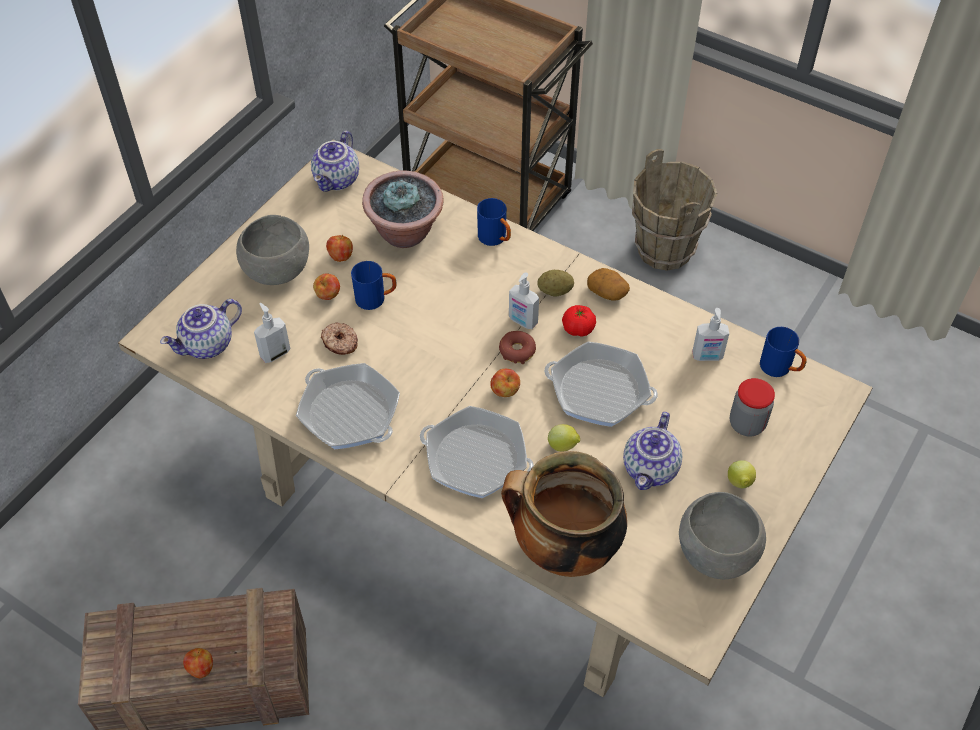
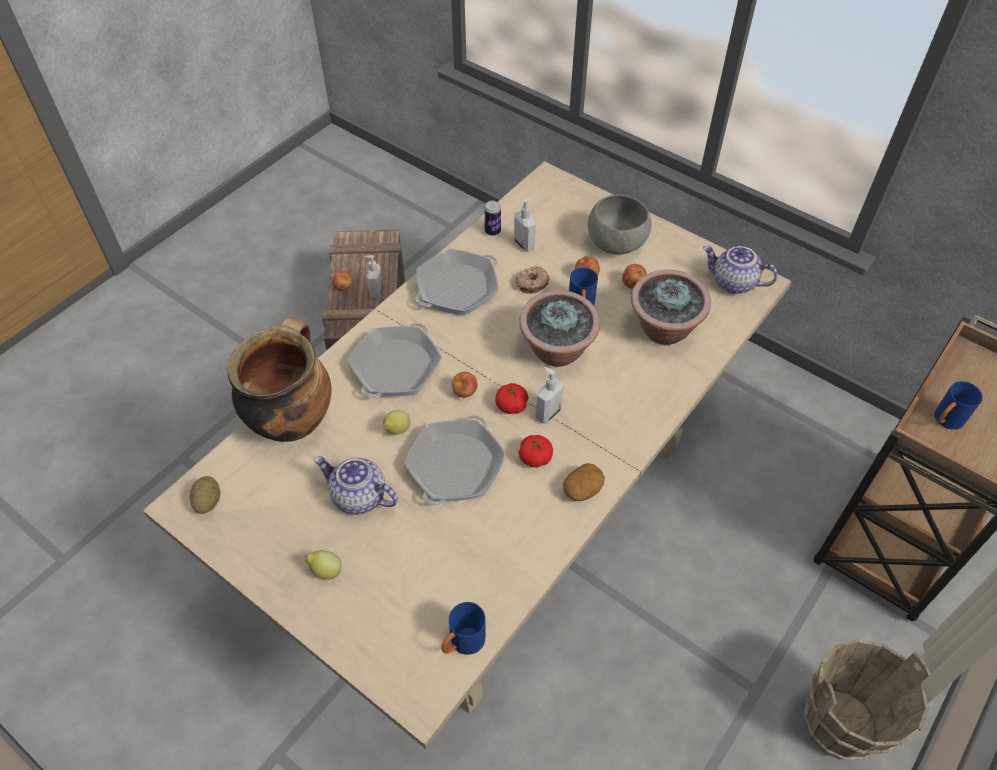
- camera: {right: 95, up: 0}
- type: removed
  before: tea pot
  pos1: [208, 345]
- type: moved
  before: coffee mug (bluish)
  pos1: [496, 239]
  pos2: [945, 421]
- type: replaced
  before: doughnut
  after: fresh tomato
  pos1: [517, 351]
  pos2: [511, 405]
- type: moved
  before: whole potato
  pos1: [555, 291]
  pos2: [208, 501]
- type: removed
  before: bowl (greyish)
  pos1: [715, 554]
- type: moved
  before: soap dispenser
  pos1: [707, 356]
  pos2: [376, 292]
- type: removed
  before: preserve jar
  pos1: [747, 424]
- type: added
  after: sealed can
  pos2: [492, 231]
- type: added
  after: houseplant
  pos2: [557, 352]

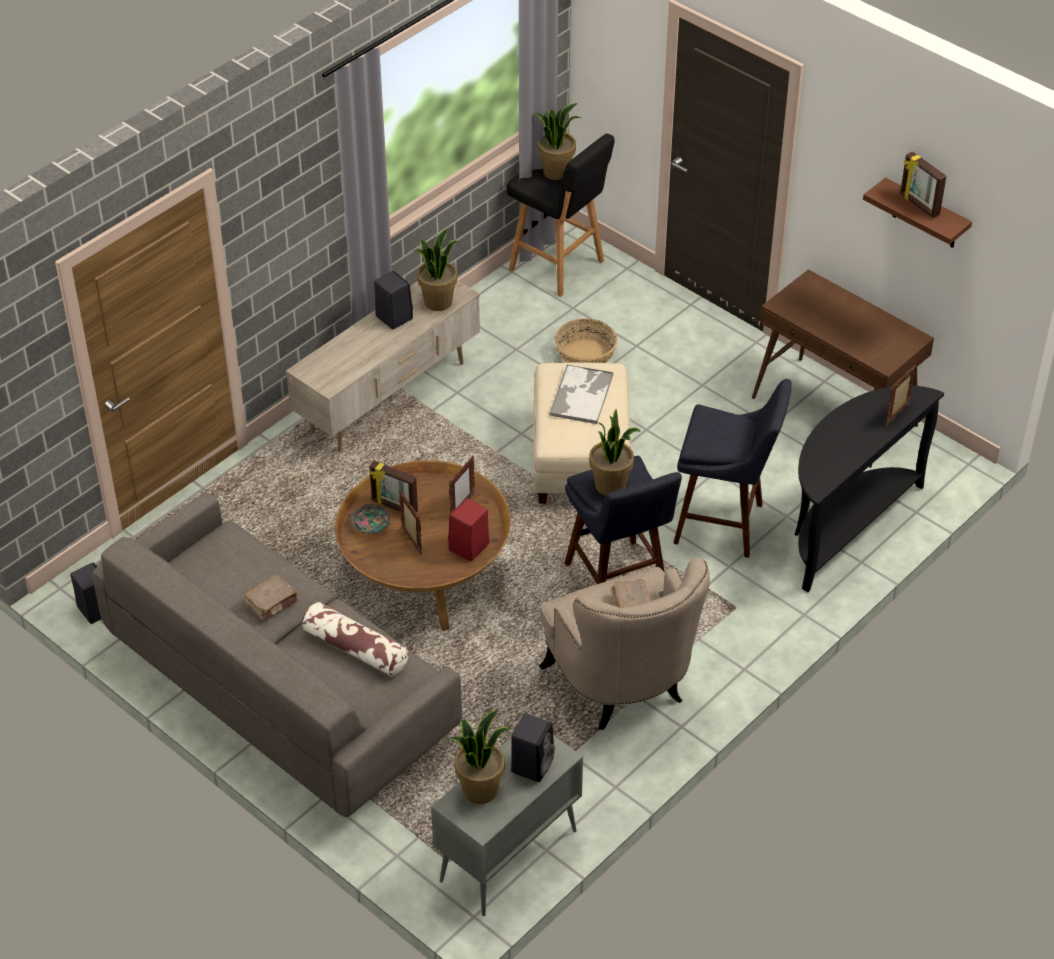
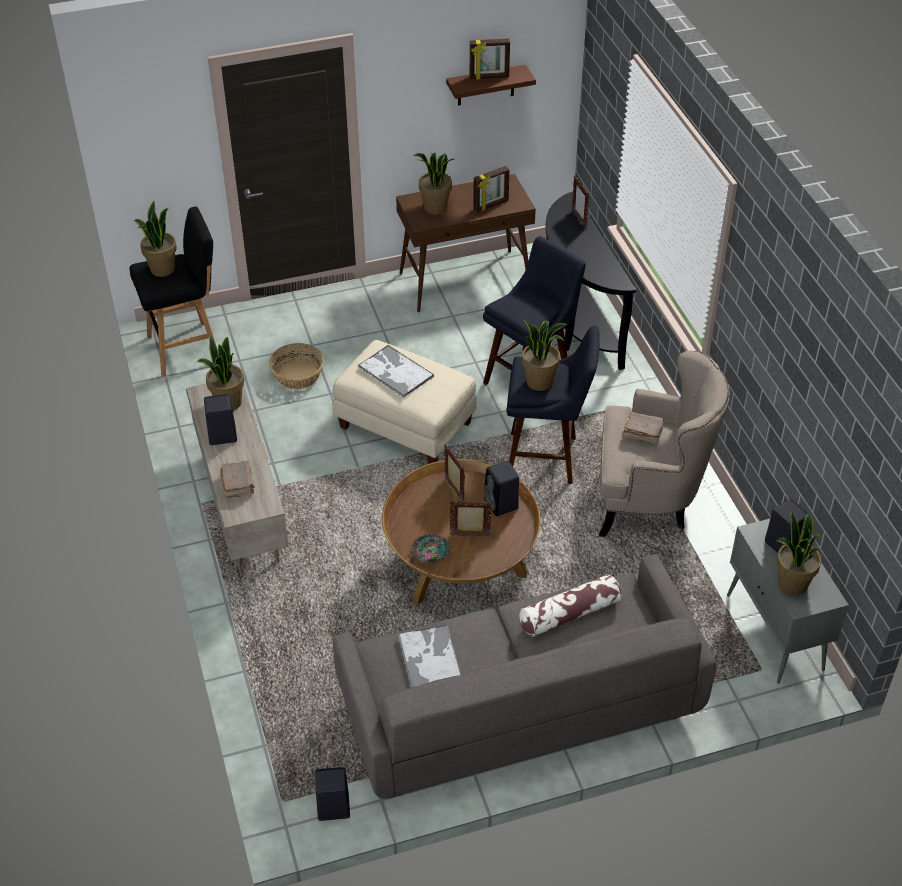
- camera: {right: -60, up: 0}
- type: moved
  before: volume (brownish)
  pos1: [272, 603]
  pos2: [238, 484]
- type: moved
  before: standing frame
  pos1: [394, 506]
  pos2: [491, 205]
- type: recoloured
  before: audio speaker (red)
  after: audio speaker (blackish)
  pos1: [468, 548]
  pos2: [502, 504]
- type: added
  after: tray
  pos2: [430, 660]
- type: added
  after: houseplant
  pos2: [435, 208]

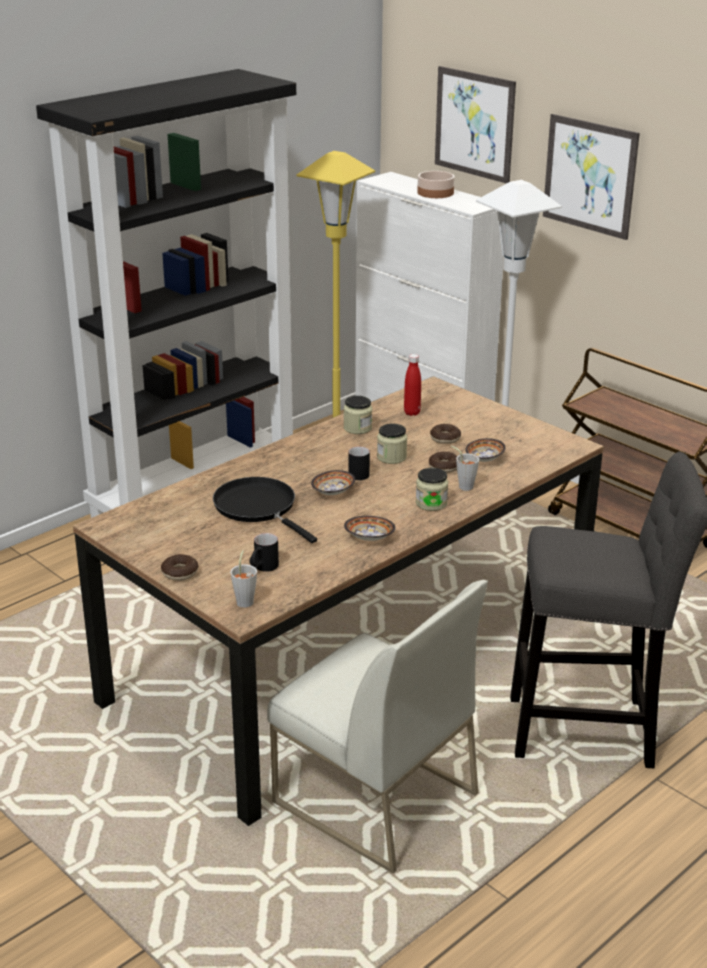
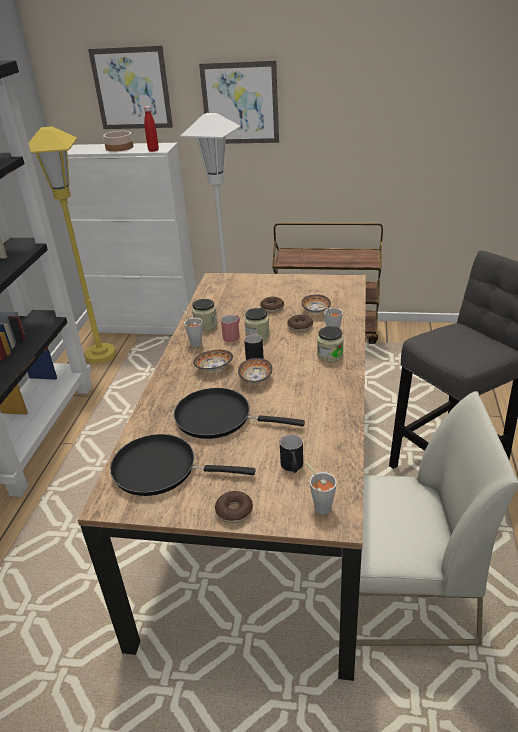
- camera: {right: -35, up: 5}
- type: moved
  before: bowl
  pos1: [370, 539]
  pos2: [215, 368]
- type: moved
  before: drink bottle (red)
  pos1: [412, 413]
  pos2: [153, 150]
- type: added
  after: pan (blackish)
  pos2: [161, 469]
- type: added
  after: small cup (greyish)
  pos2: [195, 342]
- type: added
  after: coffee mug (red)
  pos2: [233, 335]

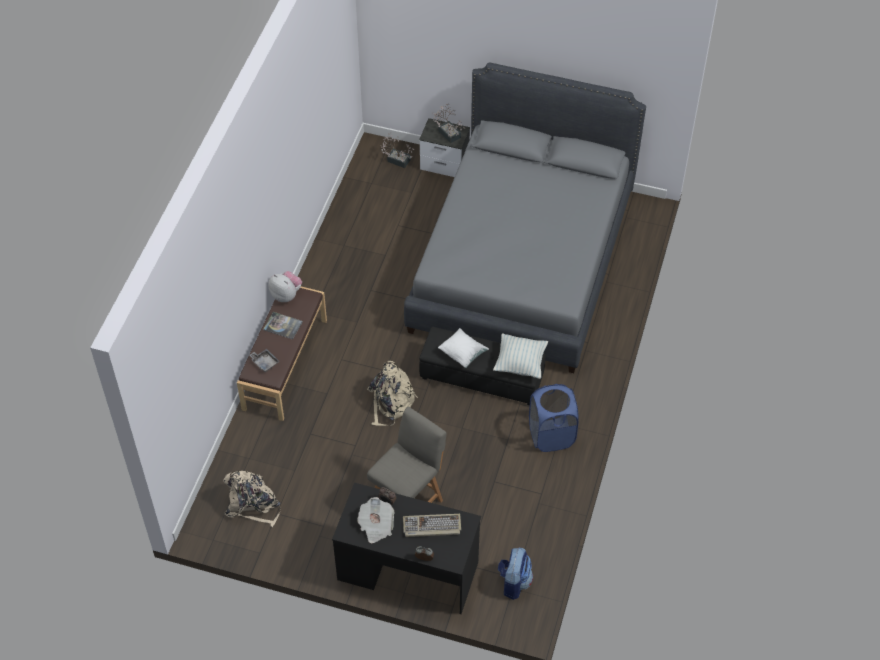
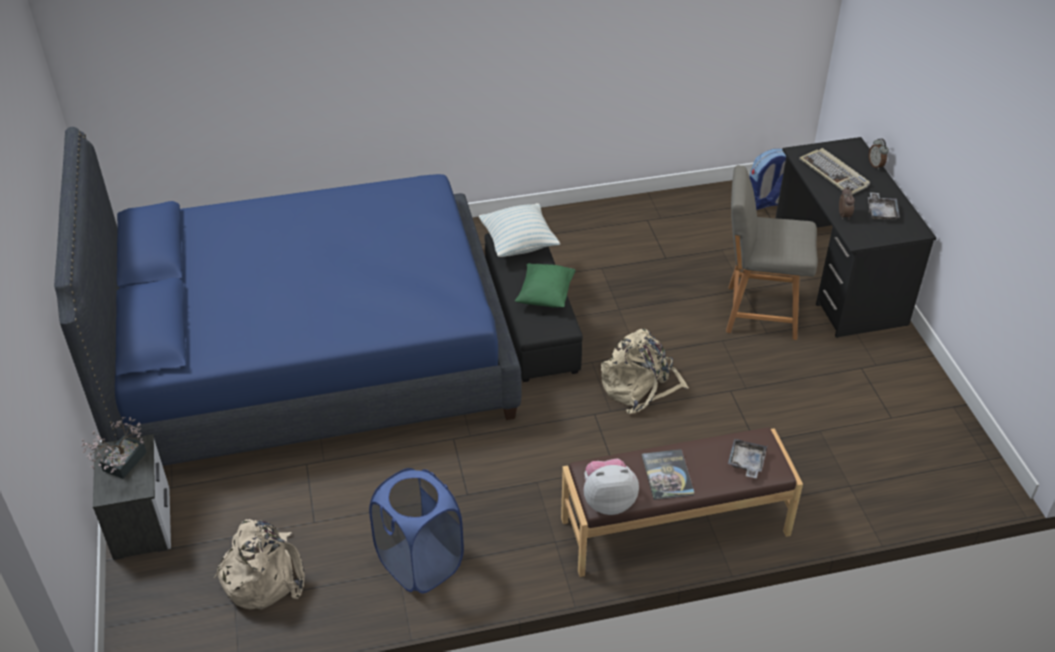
- camera: {right: -120, up: -10}
- type: moved
  before: knapsack (beige)
  pos1: [253, 504]
  pos2: [263, 575]
- type: turned
  before: soft toy
  pos1: [286, 295]
  pos2: [608, 501]
  turn: 75
- type: replaced
  before: daily paper
  after: tray (greyish)
  pos1: [376, 526]
  pos2: [881, 212]
- type: removed
  before: houseplant
  pos1: [396, 159]
- type: recoloured
  before: bed (greyish)
  after: bed (bluish)
  pos1: [522, 262]
  pos2: [308, 356]
- type: recoloured
  before: throw pillow (whitish)
  after: throw pillow (green)
  pos1: [463, 354]
  pos2: [545, 296]
- type: moved
  before: laundry basket (bluish)
  pos1: [551, 435]
  pos2: [419, 563]

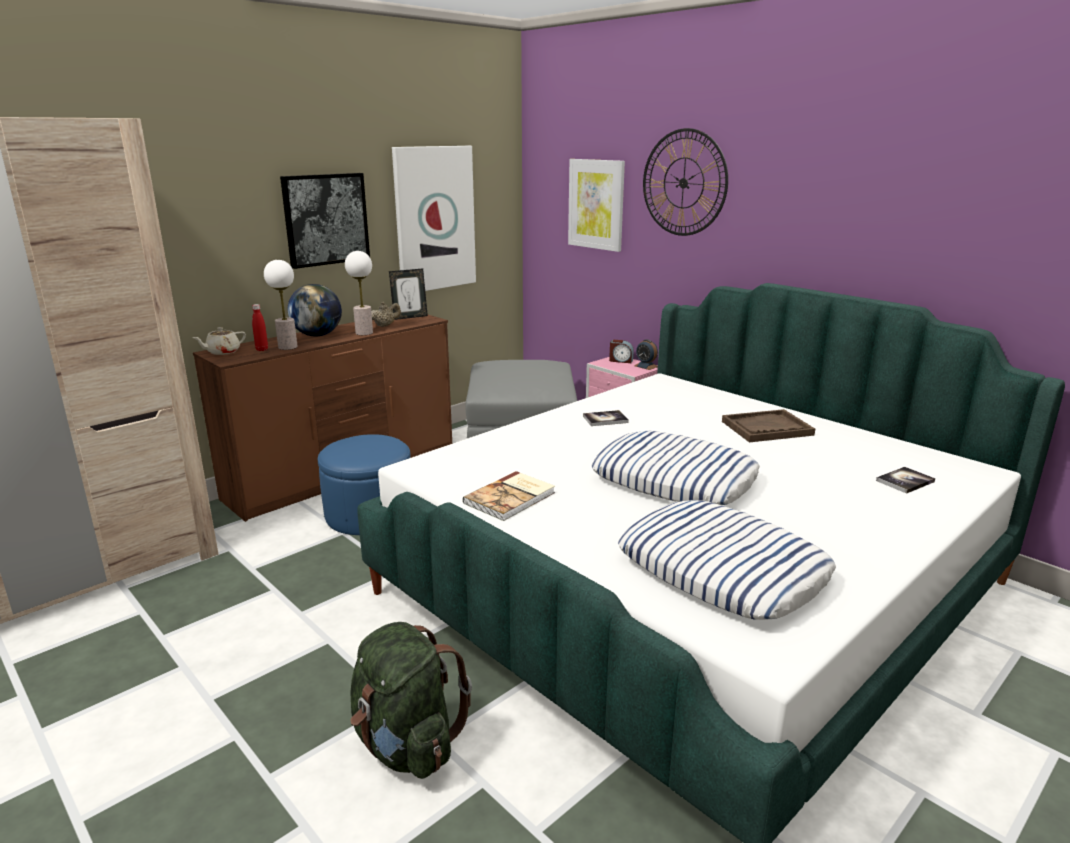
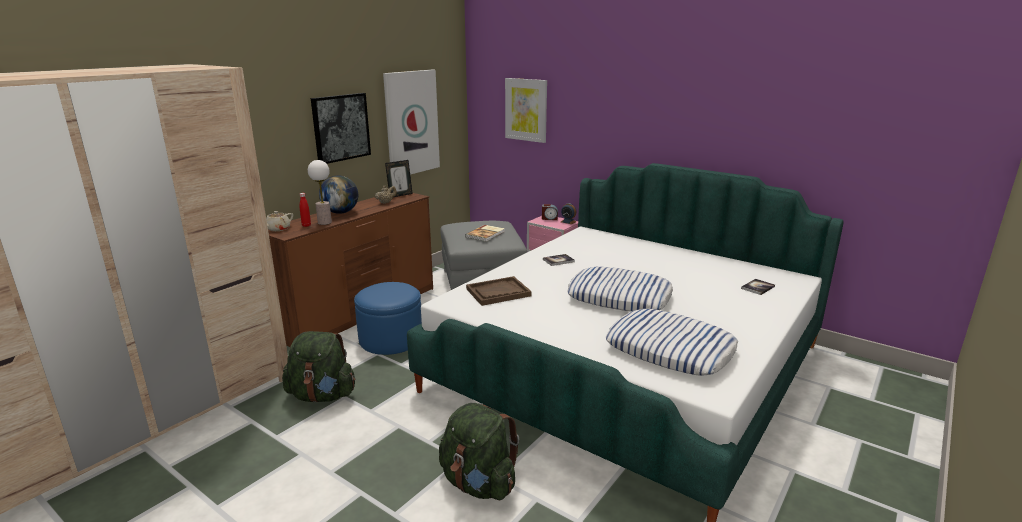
- camera: {right: -10, up: 0}
- type: removed
  before: tabletop lamp
  pos1: [364, 333]
- type: moved
  before: volume
  pos1: [511, 498]
  pos2: [486, 234]
- type: removed
  before: clock on the wall
  pos1: [684, 183]
- type: moved
  before: tray (brownish)
  pos1: [766, 428]
  pos2: [498, 292]
- type: added
  after: knapsack (green)
  pos2: [322, 395]

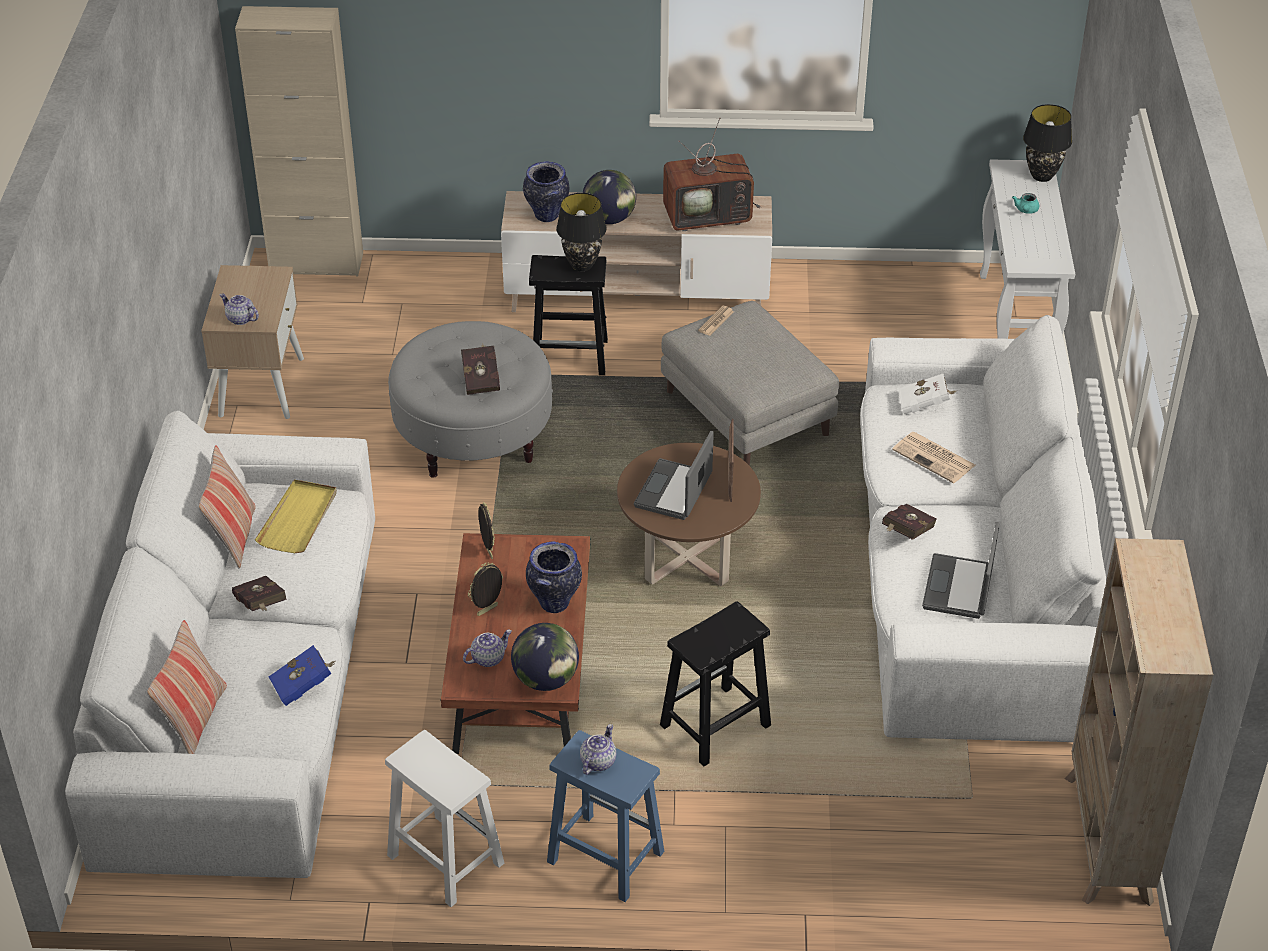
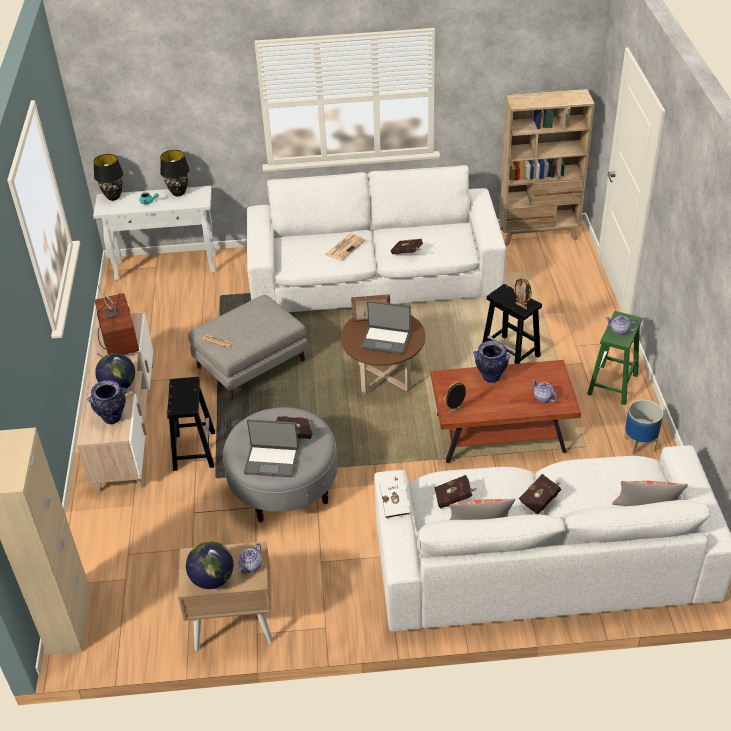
- camera: {right: -95, up: 0}
- type: replaced
  before: tray (yellowish)
  after: volume (red)
  pos1: [298, 519]
  pos2: [455, 498]
- type: removed
  before: volume (bluish)
  pos1: [304, 686]
- type: replaced
  before: stool (whitish)
  after: planter
  pos1: [444, 859]
  pos2: [639, 444]
- type: moved
  before: standing frame
  pos1: [488, 611]
  pos2: [521, 306]
- type: moved
  before: globe
  pos1: [545, 679]
  pos2: [212, 579]
- type: recoloured
  before: stool (bluish)
  after: stool (green)
  pos1: [603, 856]
  pos2: [612, 385]
- type: moved
  before: tabletop lamp (blackish)
  pos1: [582, 265]
  pos2: [178, 193]
- type: moved
  before: volume (whitish)
  pos1: [925, 405]
  pos2: [395, 504]
- type: moved
  before: portable computer
  pos1: [959, 588]
  pos2: [272, 461]

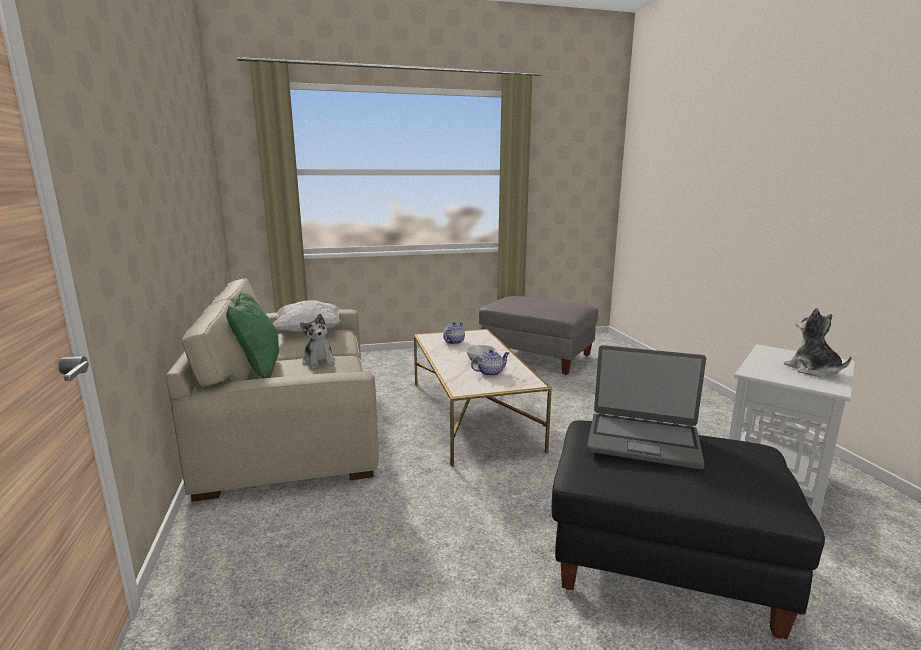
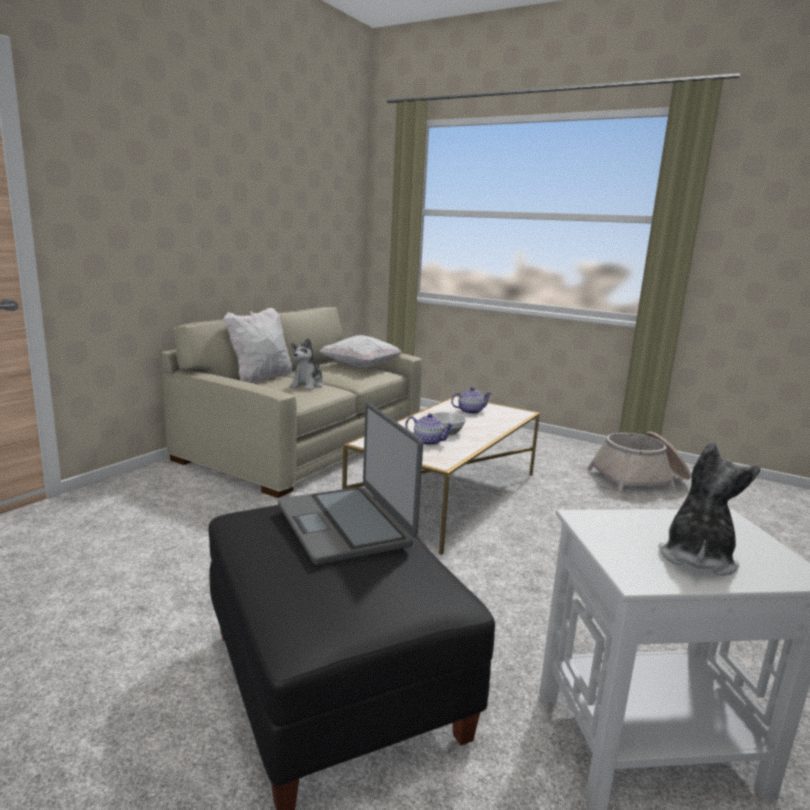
- camera: {right: 45, up: 0}
- type: recoloured
  before: throw pillow (green)
  after: throw pillow (whitish)
  pos1: [259, 370]
  pos2: [260, 378]
- type: replaced
  before: pouffe (greyish)
  after: household basket
  pos1: [537, 357]
  pos2: [640, 479]

